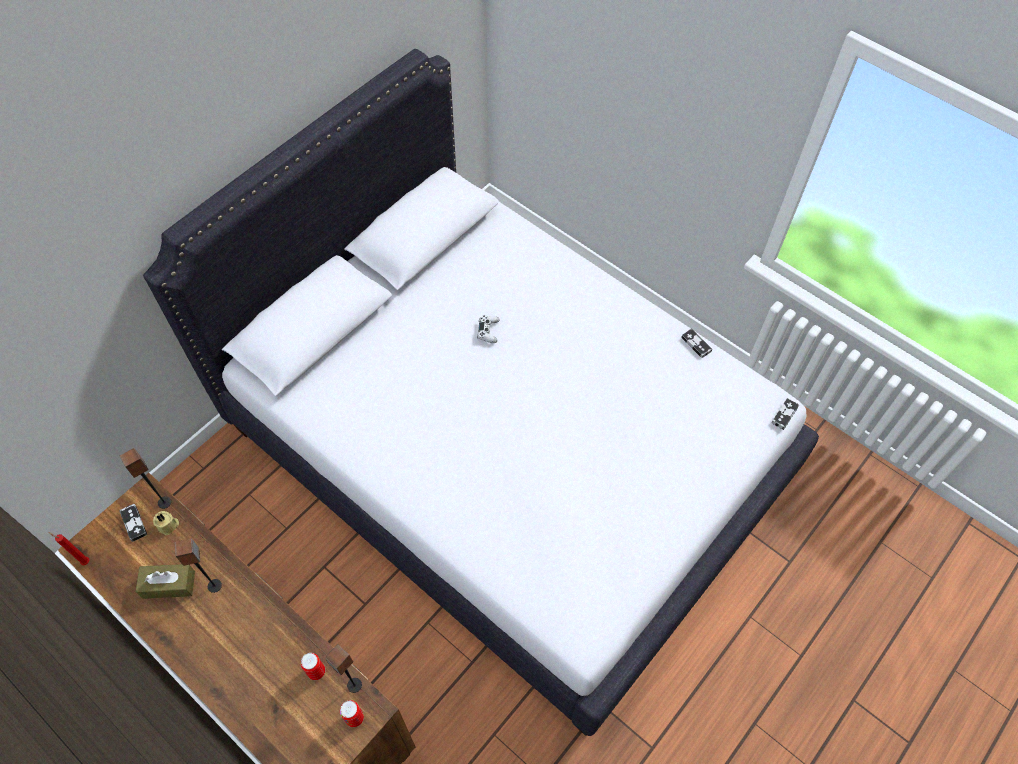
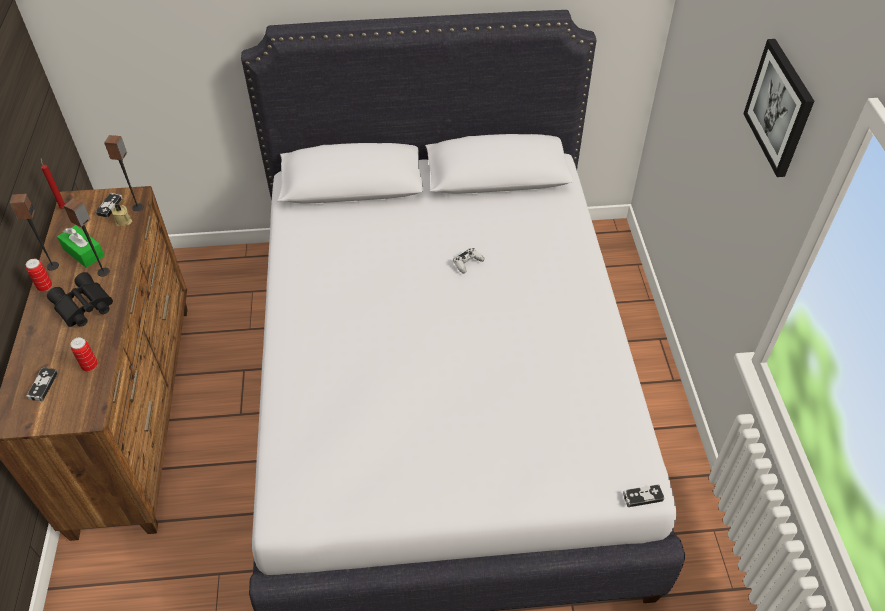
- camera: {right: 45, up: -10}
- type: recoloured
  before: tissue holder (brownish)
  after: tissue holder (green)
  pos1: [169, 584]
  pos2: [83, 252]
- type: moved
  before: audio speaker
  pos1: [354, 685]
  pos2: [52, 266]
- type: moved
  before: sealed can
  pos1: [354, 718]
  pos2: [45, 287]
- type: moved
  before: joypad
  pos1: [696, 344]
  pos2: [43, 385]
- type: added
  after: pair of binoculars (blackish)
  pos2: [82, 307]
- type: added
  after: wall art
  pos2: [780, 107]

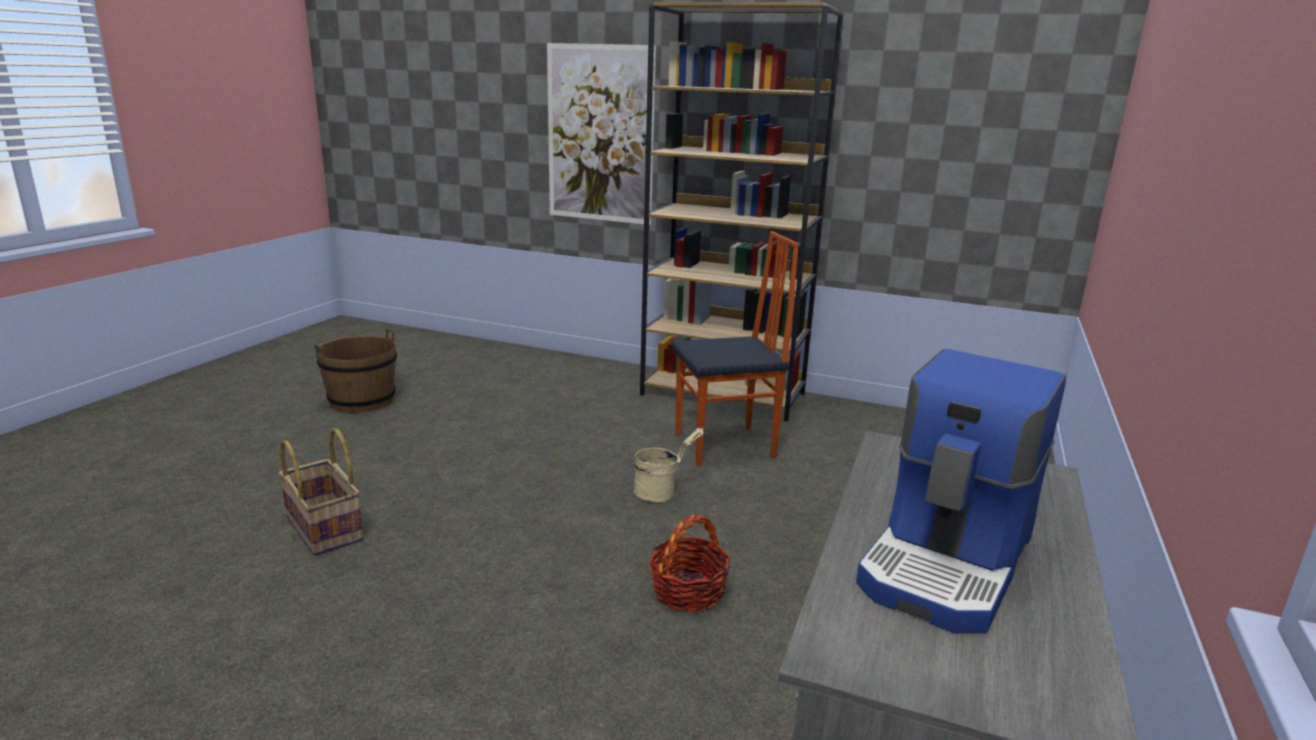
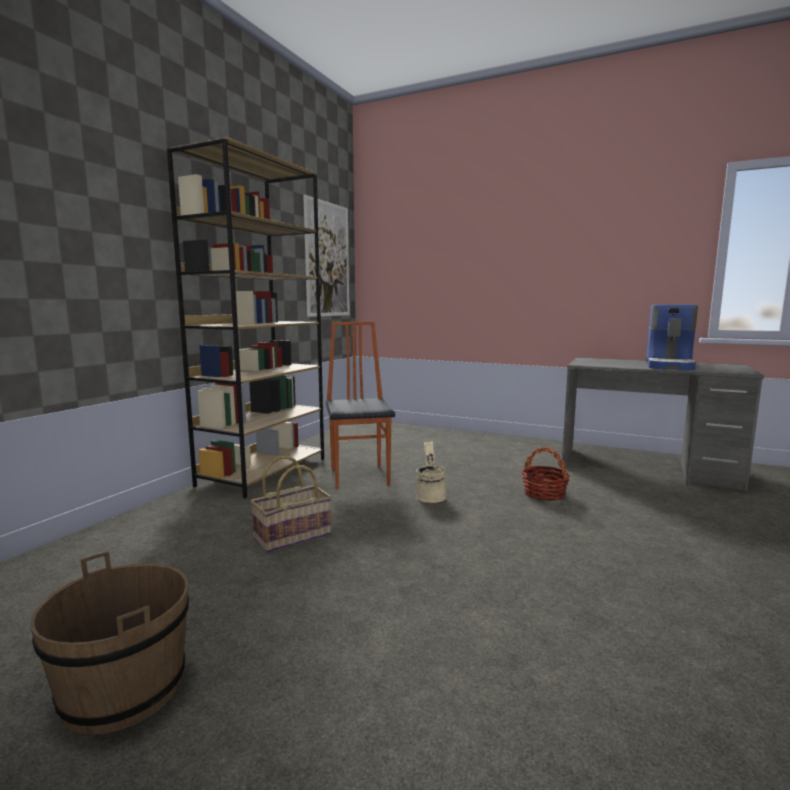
- camera: {right: -85, up: -10}
- type: moved
  before: household basket
  pos1: [326, 528]
  pos2: [292, 536]
- type: moved
  before: wall art
  pos1: [600, 135]
  pos2: [327, 260]
- type: turned
  before: coffee brewer
  pos1: [949, 563]
  pos2: [670, 365]
  turn: 75

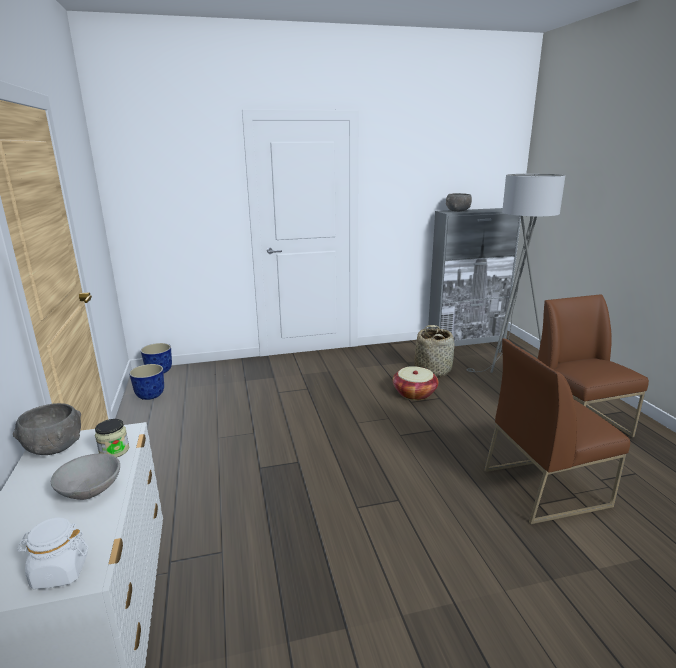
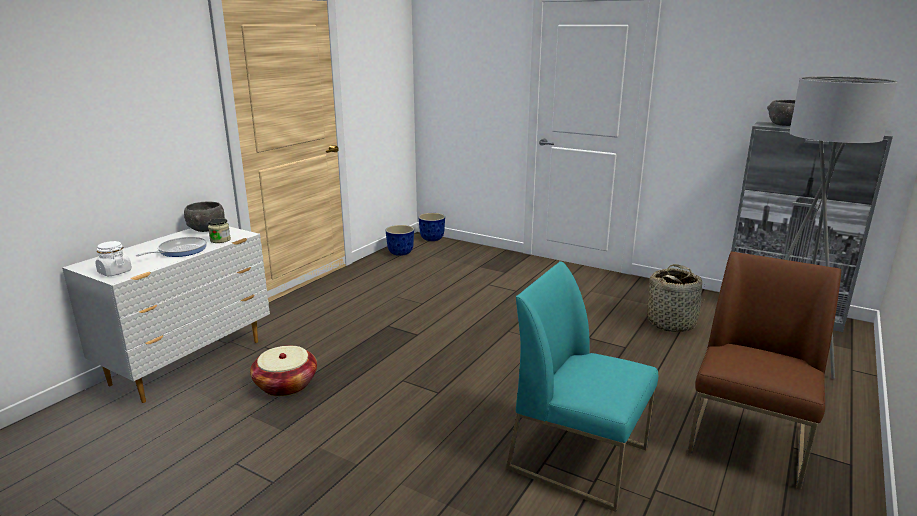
- camera: {right: 45, up: 0}
- type: replaced
  before: bowl (greyish)
  after: pan
  pos1: [90, 490]
  pos2: [180, 251]
- type: moved
  before: household basket
  pos1: [414, 393]
  pos2: [286, 385]
- type: recoloured
  before: chair (brownish)
  after: chair (blue-green)
  pos1: [545, 487]
  pos2: [579, 458]

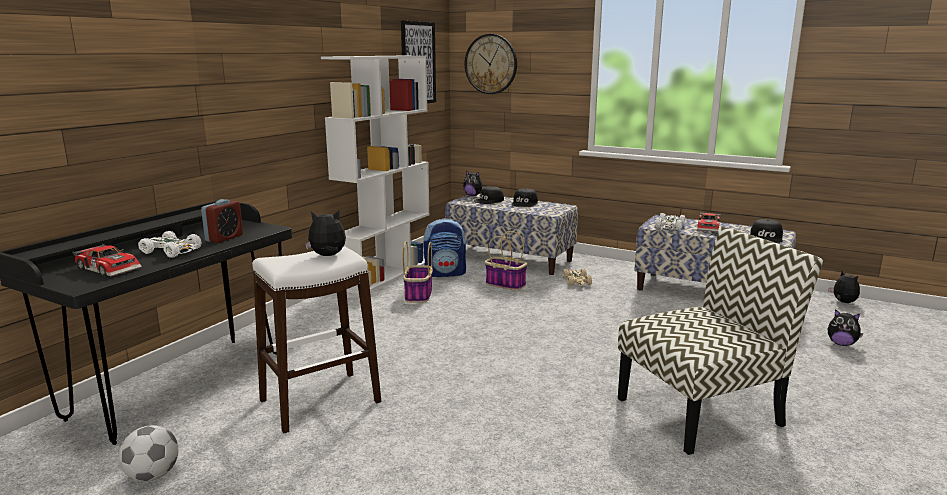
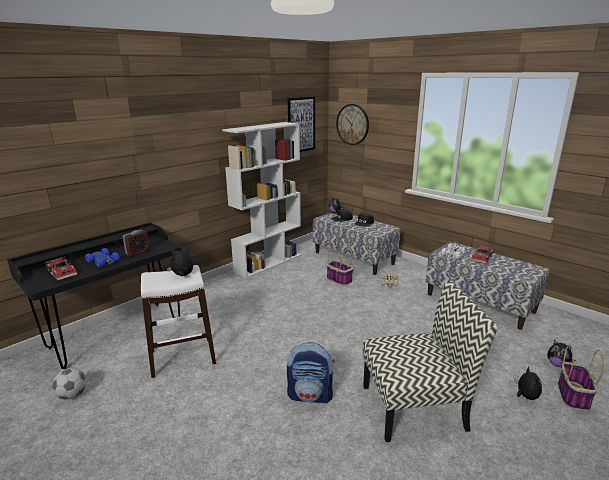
- camera: {right: 15, up: 5}
- type: recoloured
  before: model car (whitish)
  after: model car (bluish)
  pos1: [172, 251]
  pos2: [103, 261]
- type: moved
  before: household basket
  pos1: [418, 295]
  pos2: [573, 396]
- type: moved
  before: knapsack
  pos1: [445, 273]
  pos2: [310, 395]
- type: removed
  before: baseball cap (blackish)
  pos1: [766, 237]
- type: moved
  before: soft toy
  pos1: [843, 302]
  pos2: [525, 396]

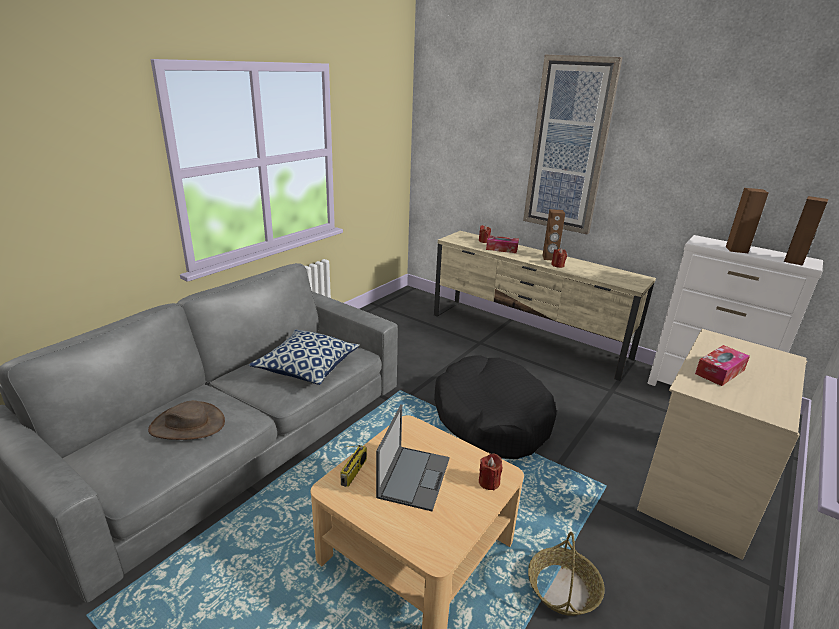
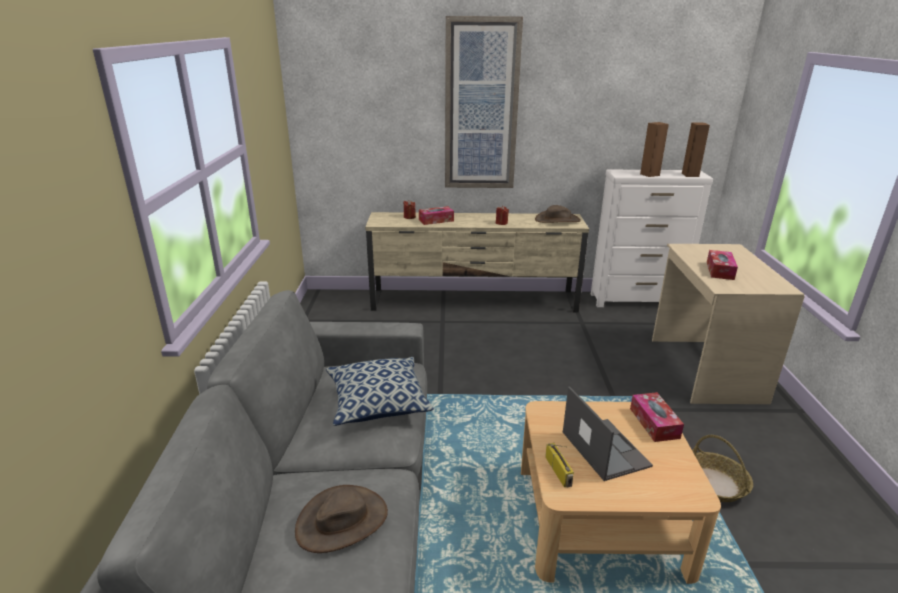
- camera: {right: -35, up: 0}
- type: removed
  before: dog bed (blackish)
  pos1: [491, 418]
- type: replaced
  before: wax light (red)
  after: tissue holder
  pos1: [489, 482]
  pos2: [654, 423]
- type: removed
  before: audio speaker (brownish)
  pos1: [549, 258]
- type: added
  after: wearable hat (brownish)
  pos2: [557, 220]

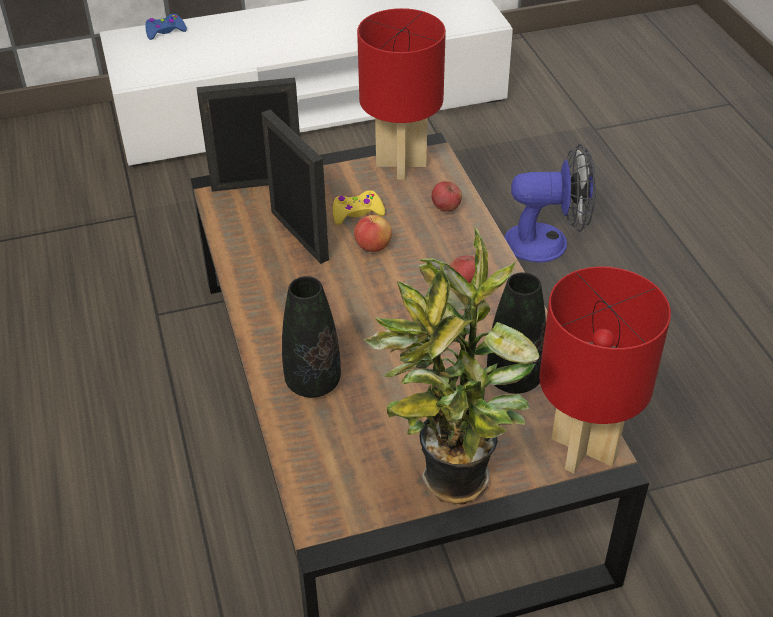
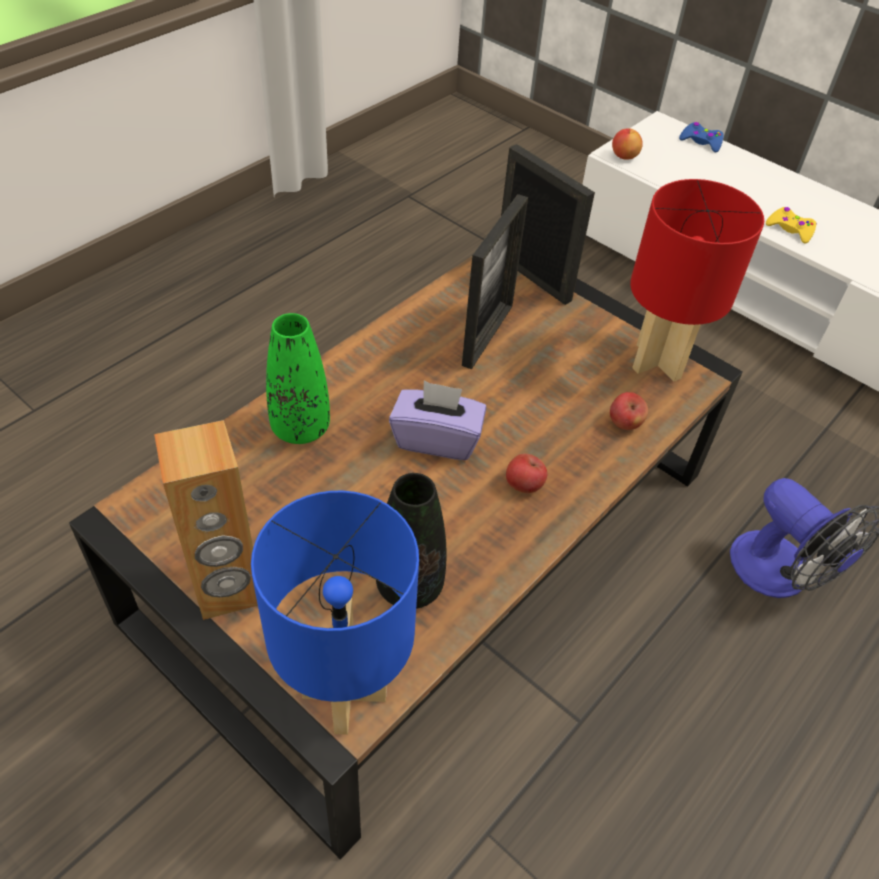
- camera: {right: 55, up: 5}
- type: recoloured
  before: decorative vase (blackish)
  after: decorative vase (green)
  pos1: [313, 383]
  pos2: [300, 428]
- type: moved
  before: joypad (yellowish)
  pos1: [357, 213]
  pos2: [790, 229]
- type: moved
  before: apple
  pos1: [373, 247]
  pos2: [624, 156]
- type: replaced
  before: houseplant
  after: audio speaker (brownish)
  pos1: [450, 484]
  pos2: [229, 590]
- type: recoloured
  before: tabletop lamp (red)
  after: tabletop lamp (bluish)
  pos1: [585, 449]
  pos2: [345, 696]
- type: added
  after: tissue holder (purple)
  pos2: [437, 439]

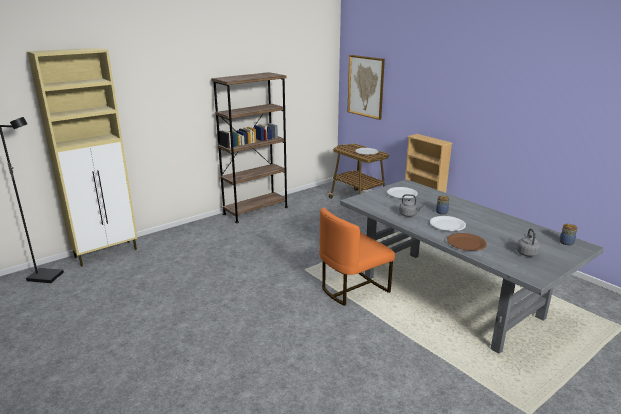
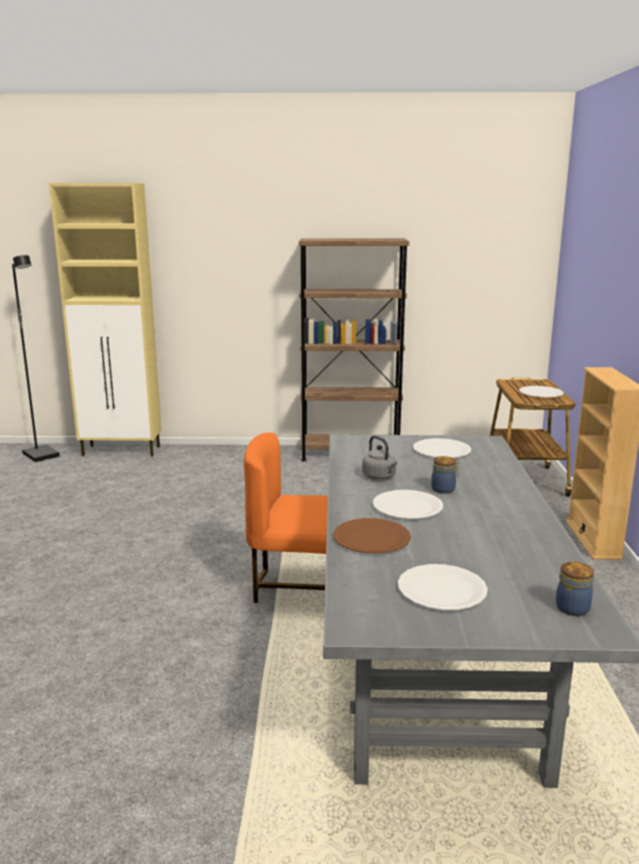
- camera: {right: 40, up: -5}
- type: removed
  before: wall art
  pos1: [366, 86]
- type: replaced
  before: kettle (greyish)
  after: dinner plate (whitish)
  pos1: [526, 253]
  pos2: [441, 589]

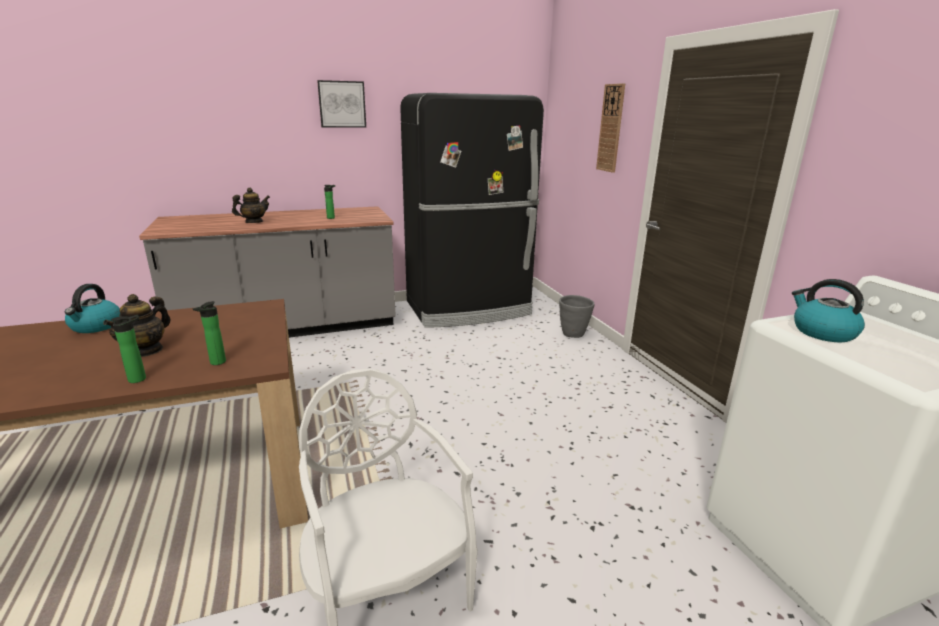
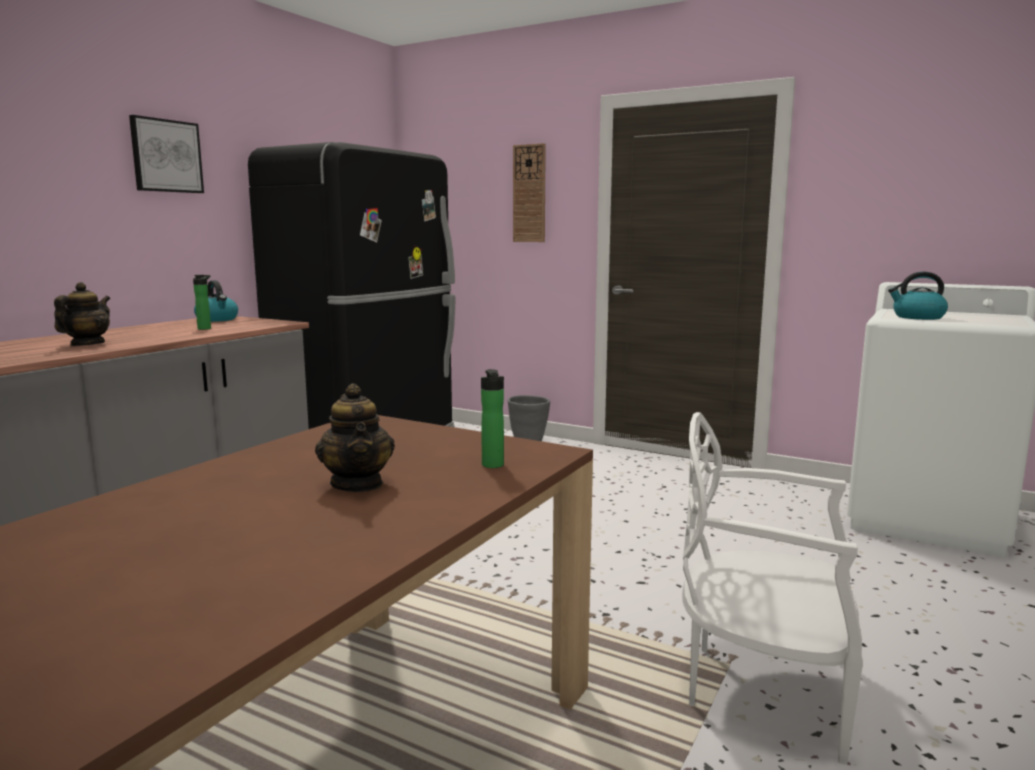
- camera: {right: -40, up: -10}
- type: moved
  before: kettle
  pos1: [95, 326]
  pos2: [217, 319]
- type: removed
  before: drink bottle
  pos1: [140, 378]

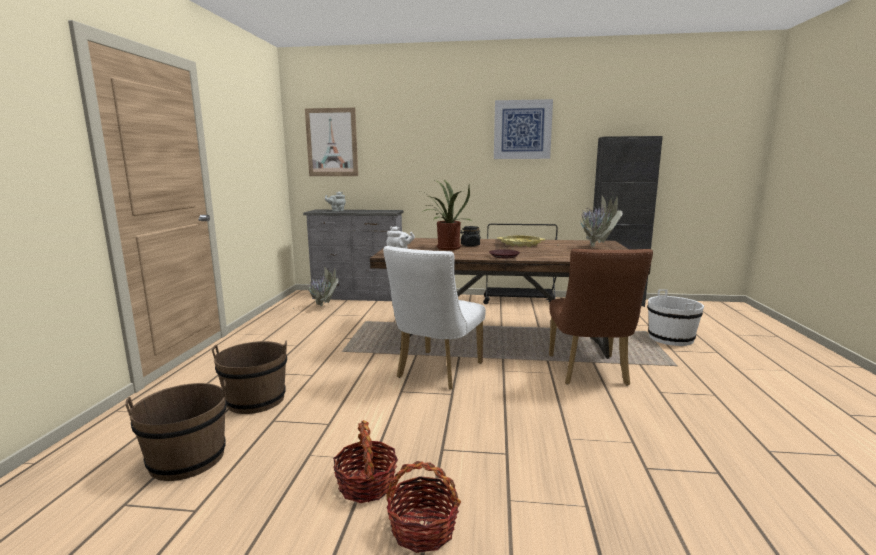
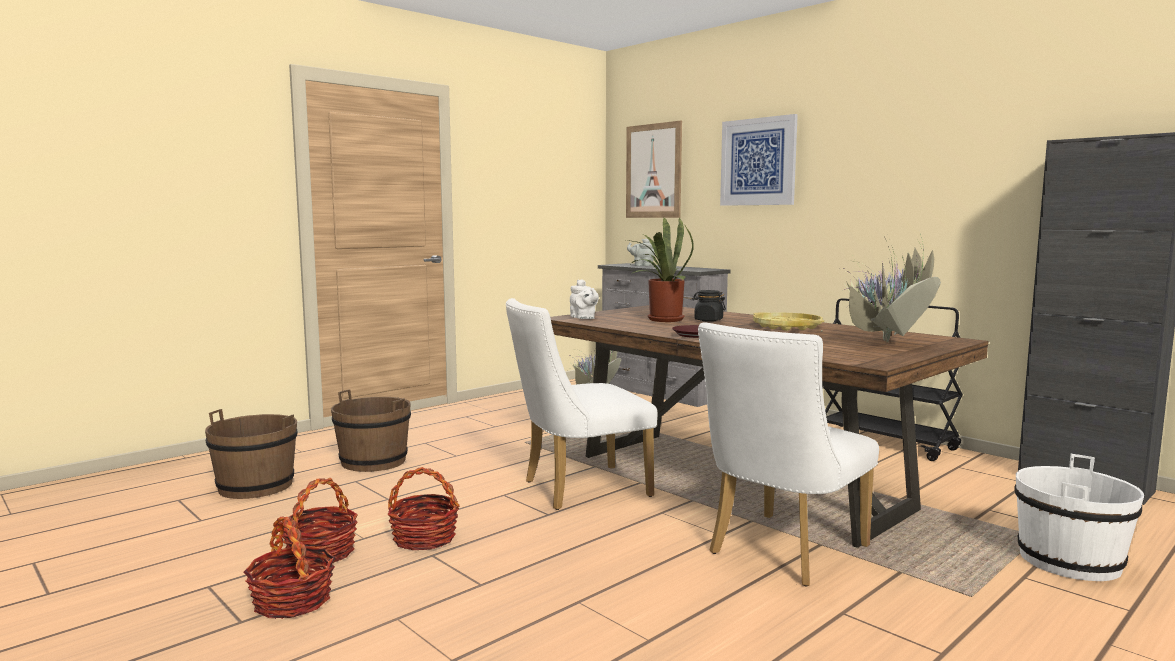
- camera: {right: 40, up: -5}
- type: moved
  before: wall art
  pos1: [522, 130]
  pos2: [758, 162]
- type: recoloured
  before: chair (brownish)
  after: chair (whitish)
  pos1: [589, 373]
  pos2: [781, 553]
- type: added
  after: household basket
  pos2: [424, 538]

